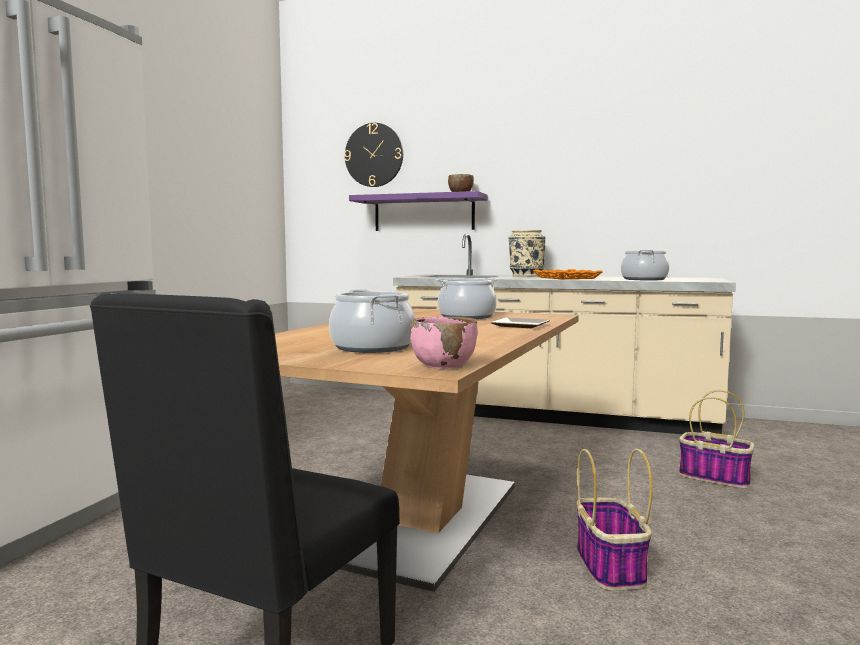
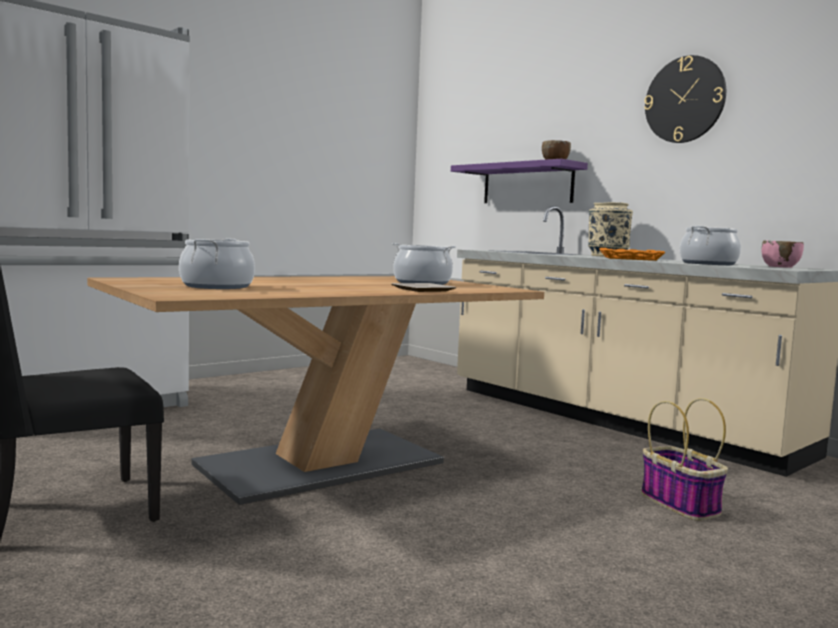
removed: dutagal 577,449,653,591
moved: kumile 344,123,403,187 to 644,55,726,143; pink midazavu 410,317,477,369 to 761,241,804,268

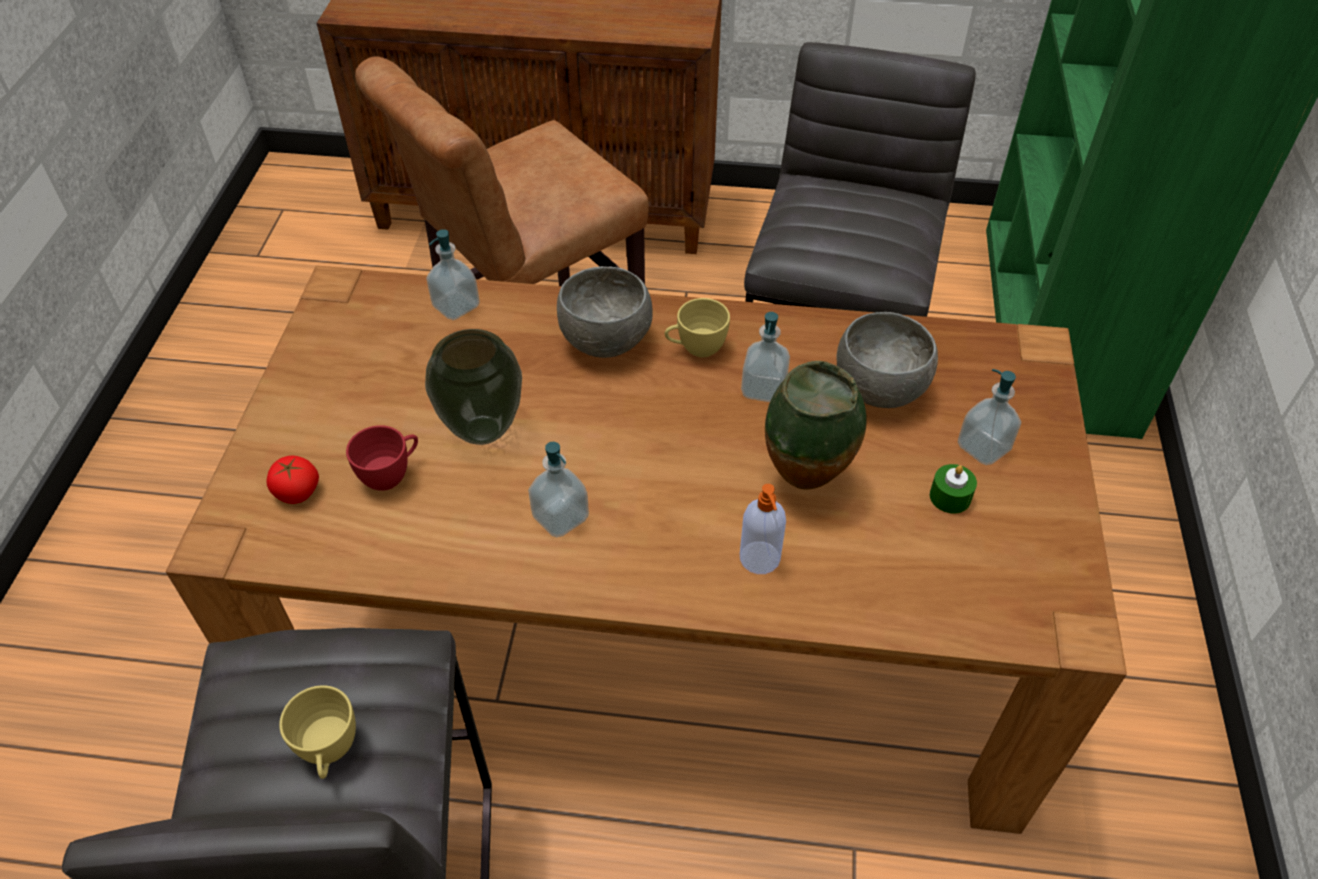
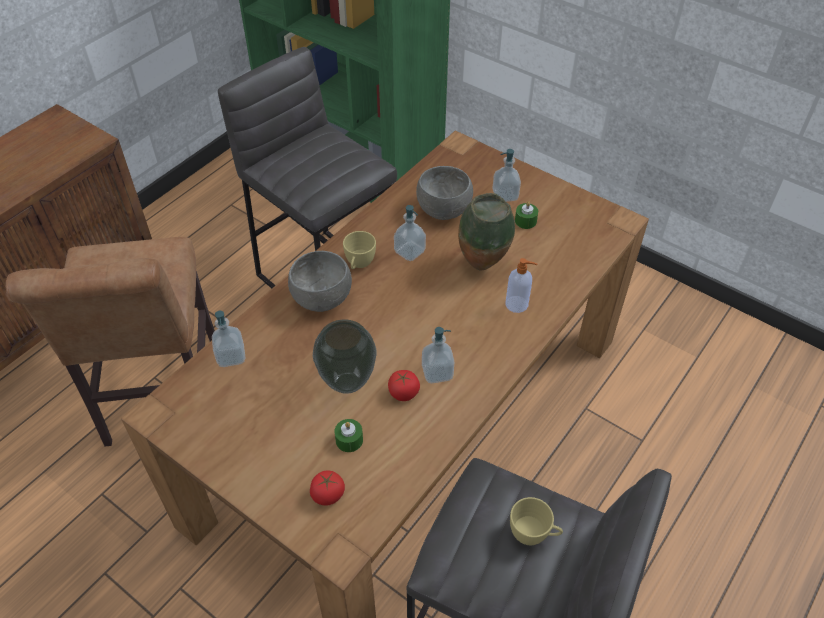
added: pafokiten 388,370,420,401
replaced: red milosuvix 346,425,418,491 to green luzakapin 334,419,363,452

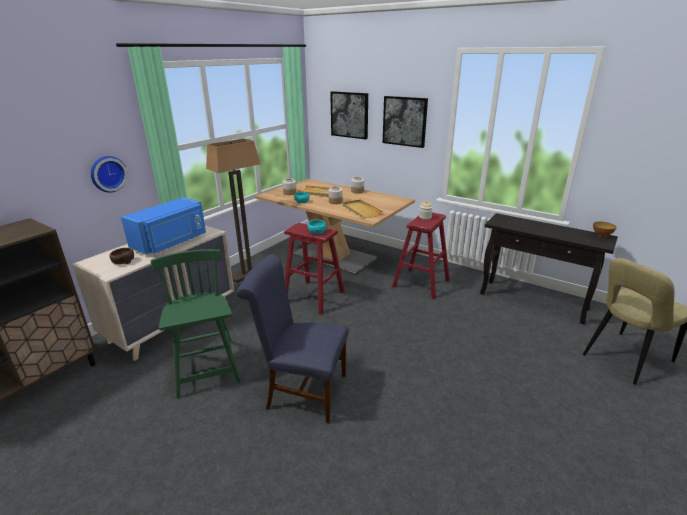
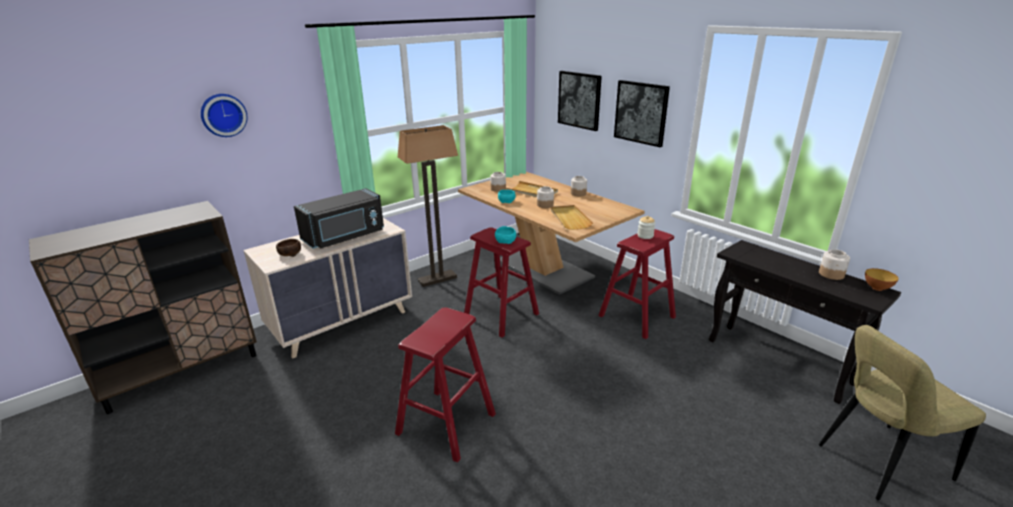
removed: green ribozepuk 150,249,241,398
added: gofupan 819,249,850,280
moved: kumile 91,156,128,193 to 201,94,247,137
replaced: blue ribozepuk 236,254,349,423 to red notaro 395,307,496,463
recoloured: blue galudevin 121,197,206,255 to black galudevin 294,188,384,249

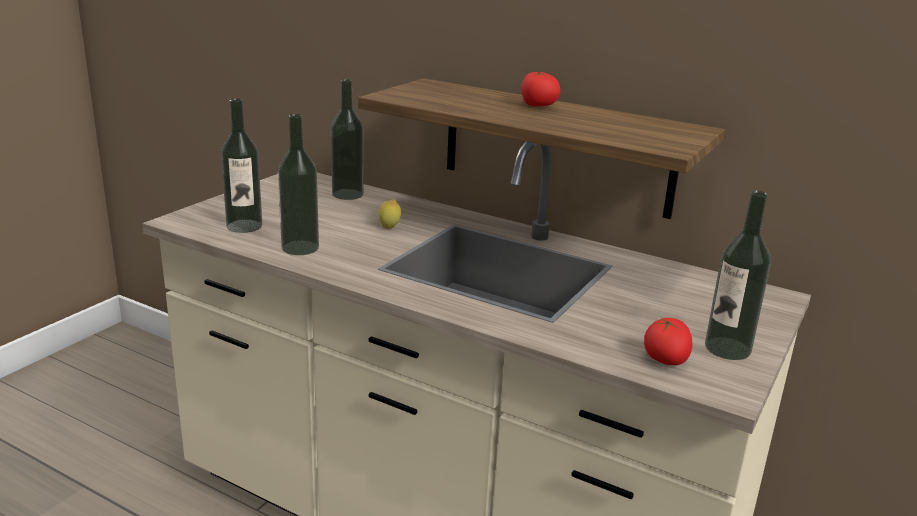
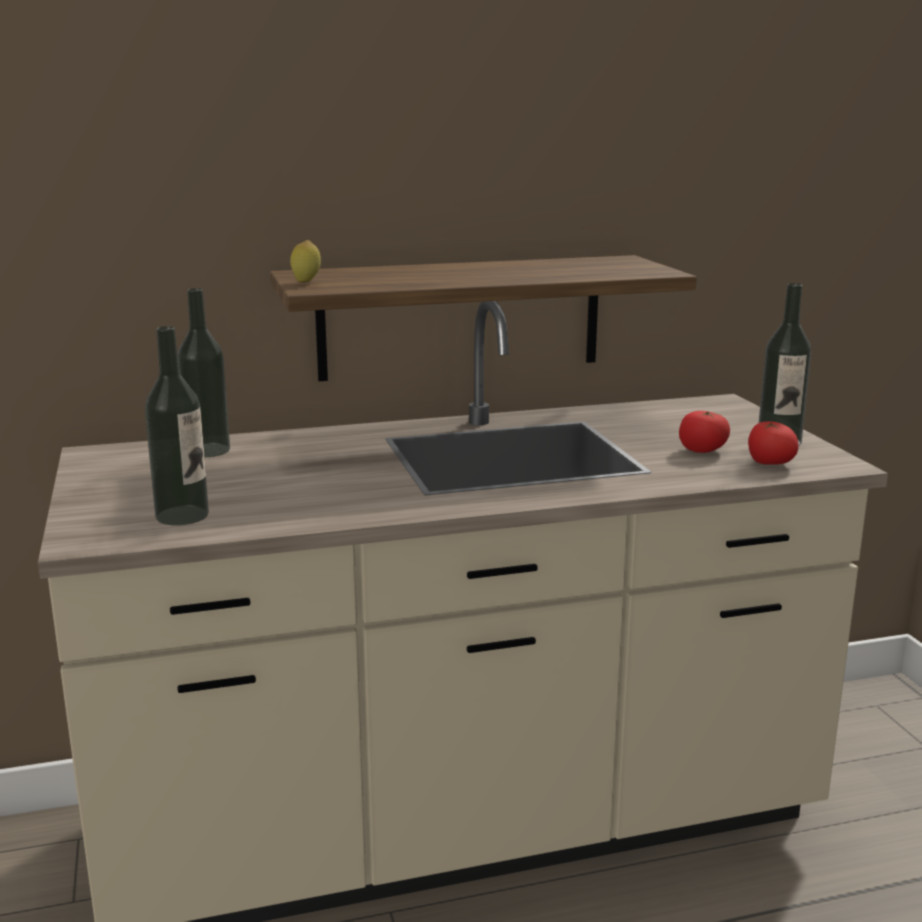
removed: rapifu 278,114,319,255
moved: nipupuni 379,199,401,229 to 290,240,321,283; pafokiten 521,72,561,107 to 679,411,730,453

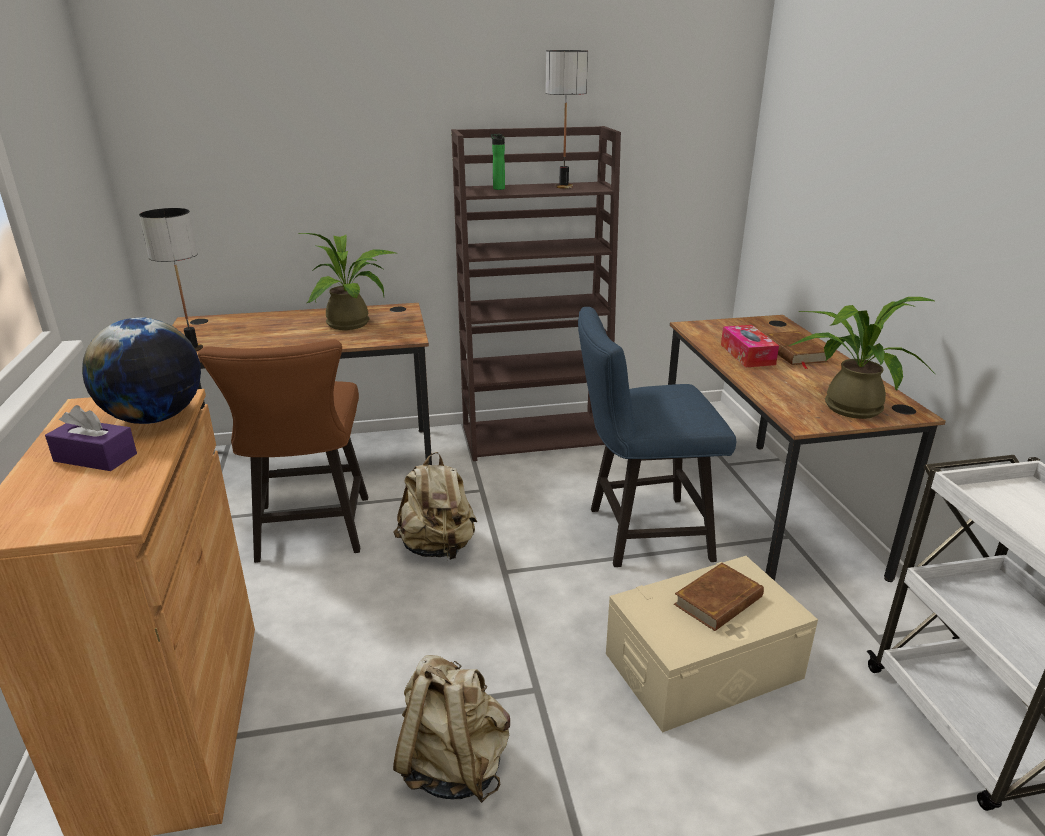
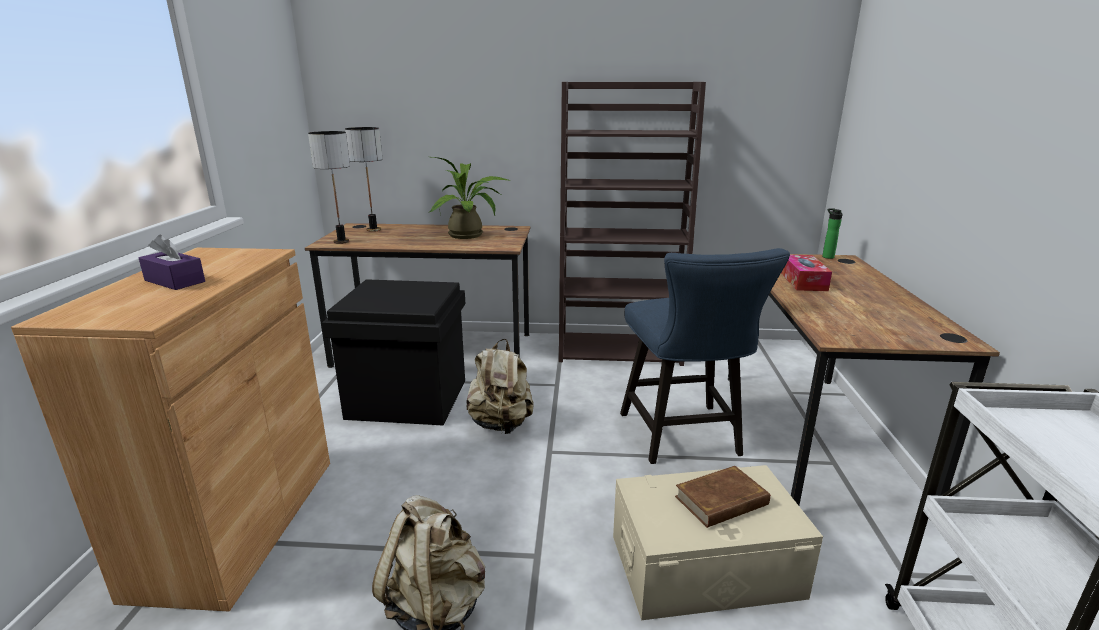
removed: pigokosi 82,317,201,424; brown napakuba 764,331,828,369; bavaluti 788,297,935,419
moved: rapifu 491,134,505,190 to 822,208,843,259; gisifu 545,50,588,189 to 345,127,382,232
replaced: brown ribozepuk 198,339,368,563 to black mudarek 322,279,465,425
turned: blue ribozepuk 578,307,736,567 = 620,248,790,464 105 degrees counterclockwise

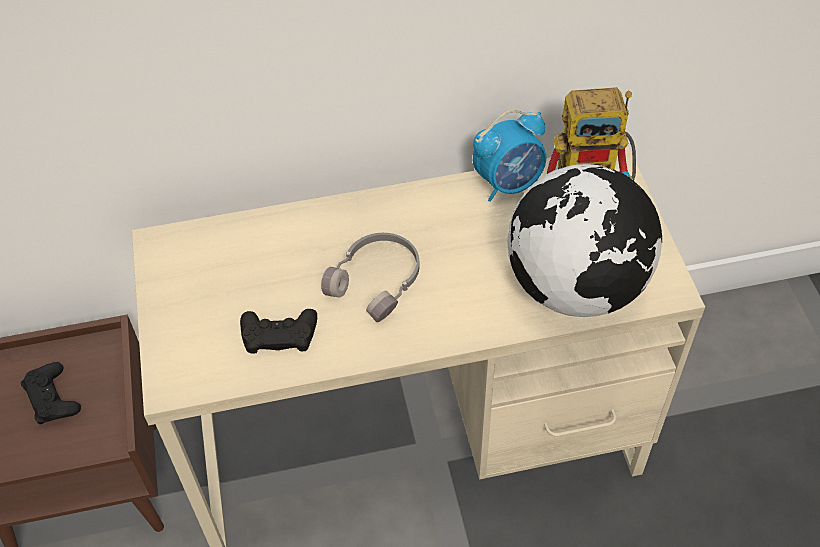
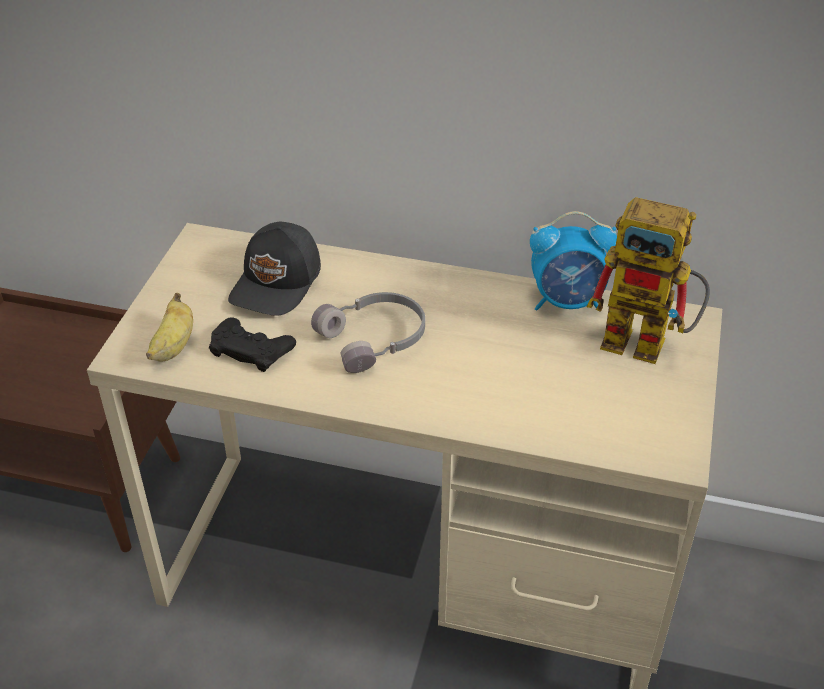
removed: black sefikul 21,362,81,424; pigokosi 507,164,662,317
added: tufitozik 146,293,193,361; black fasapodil 228,222,321,316

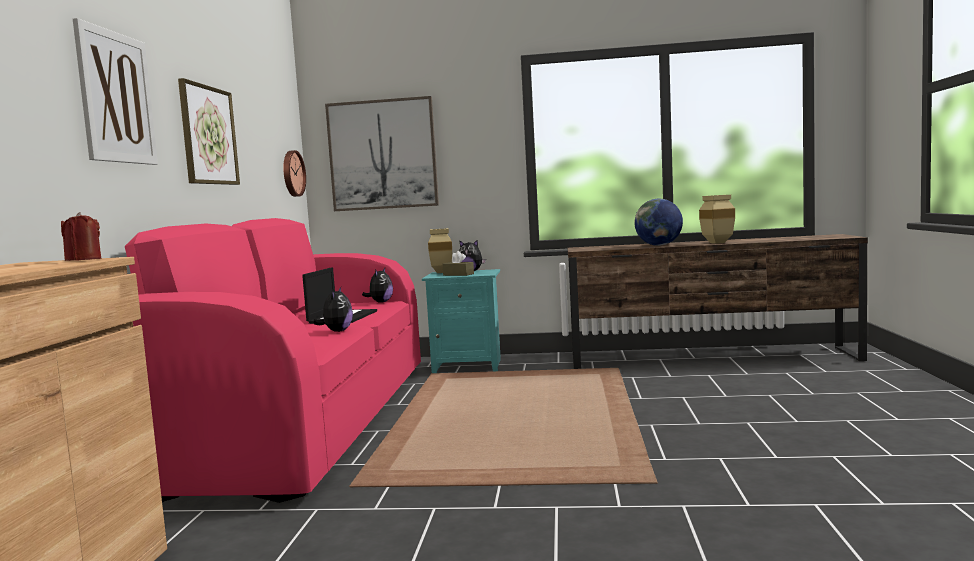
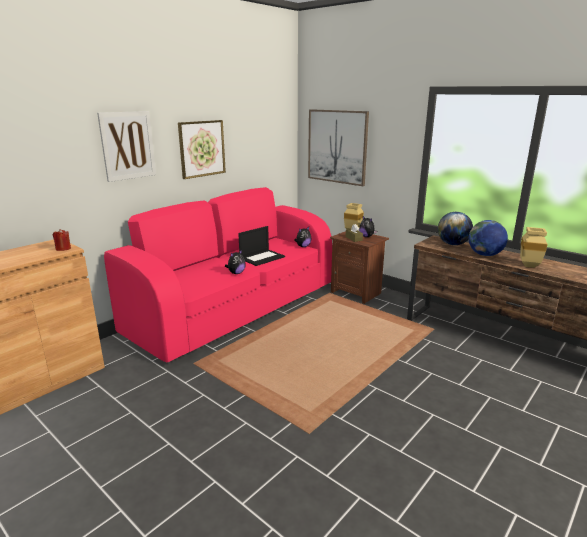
removed: kumile 283,150,306,197
added: pigokosi 438,212,473,245
recoloured: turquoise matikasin 422,269,501,373 to brown matikasin 330,231,389,304

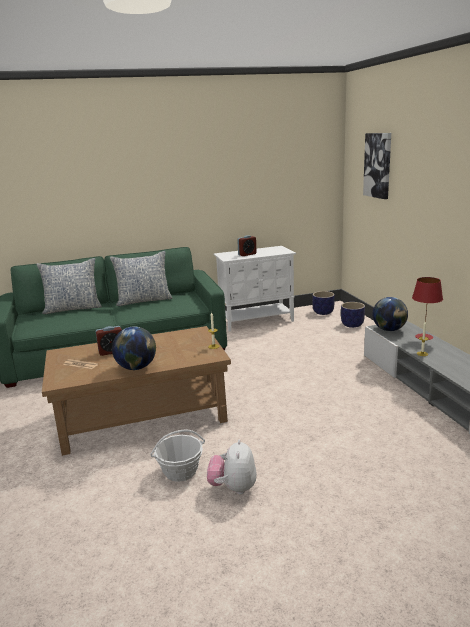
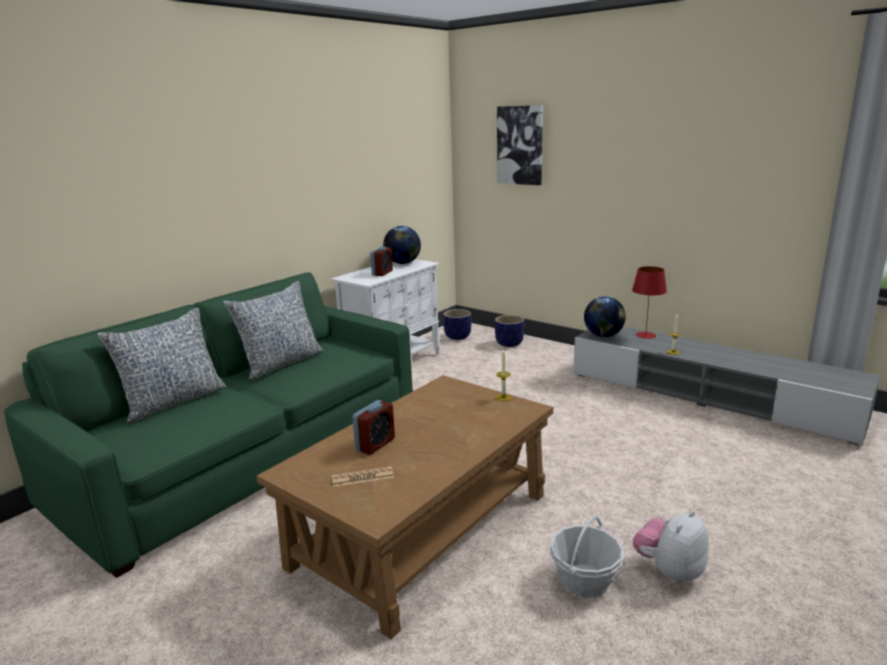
moved: pigokosi 112,326,156,370 to 383,226,421,264
turned: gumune 207,439,257,494 = 633,510,709,584 75 degrees clockwise

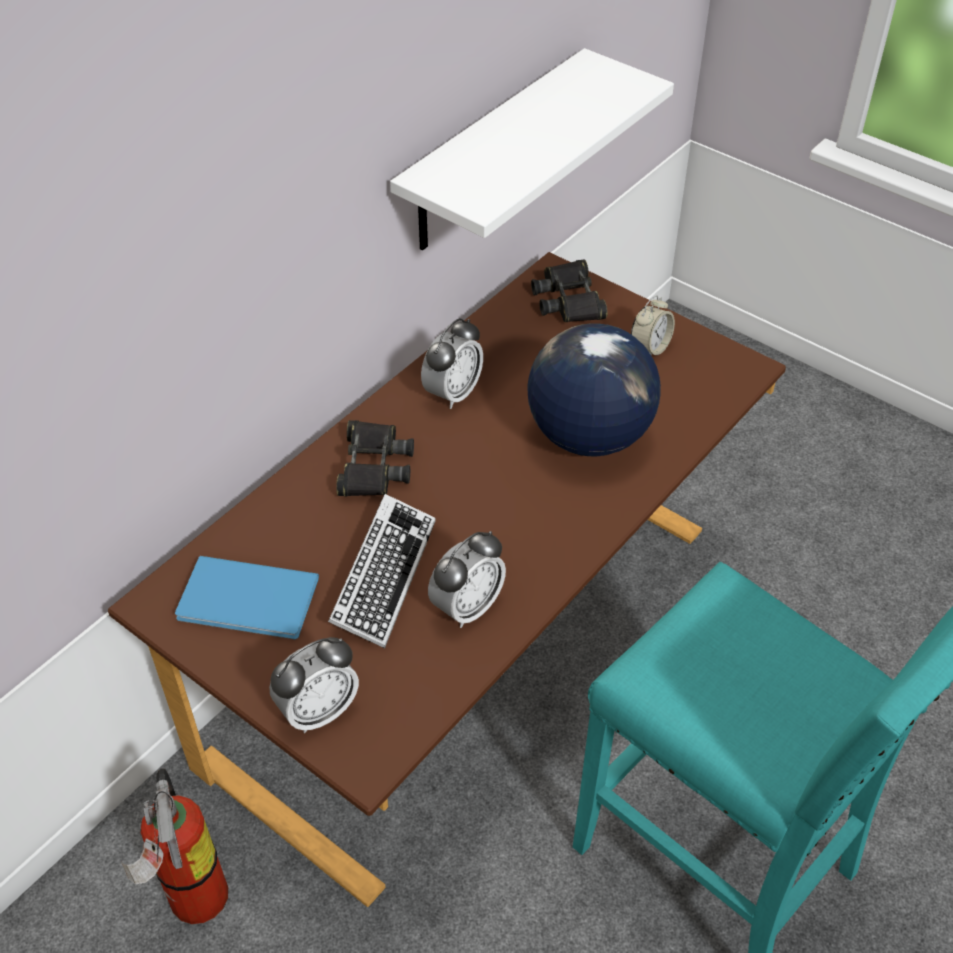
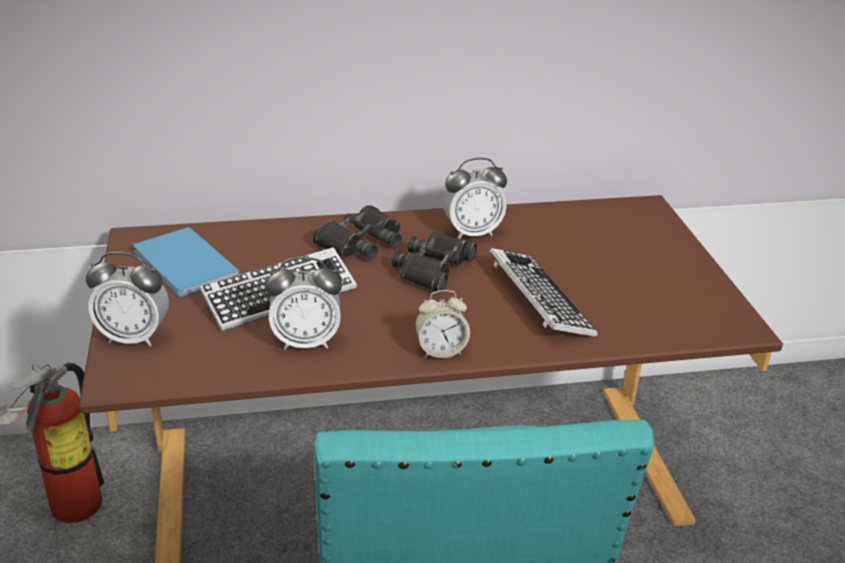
removed: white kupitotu 390,48,674,251
moved: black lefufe 531,259,608,322 to 392,232,477,293; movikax 631,295,675,356 to 415,290,470,358
replaced: pigokosi 527,323,661,456 to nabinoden 489,248,598,337

